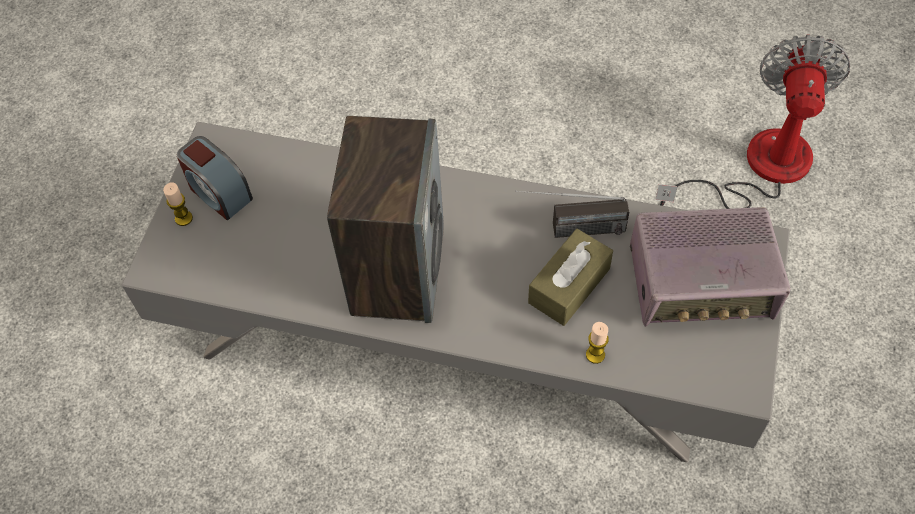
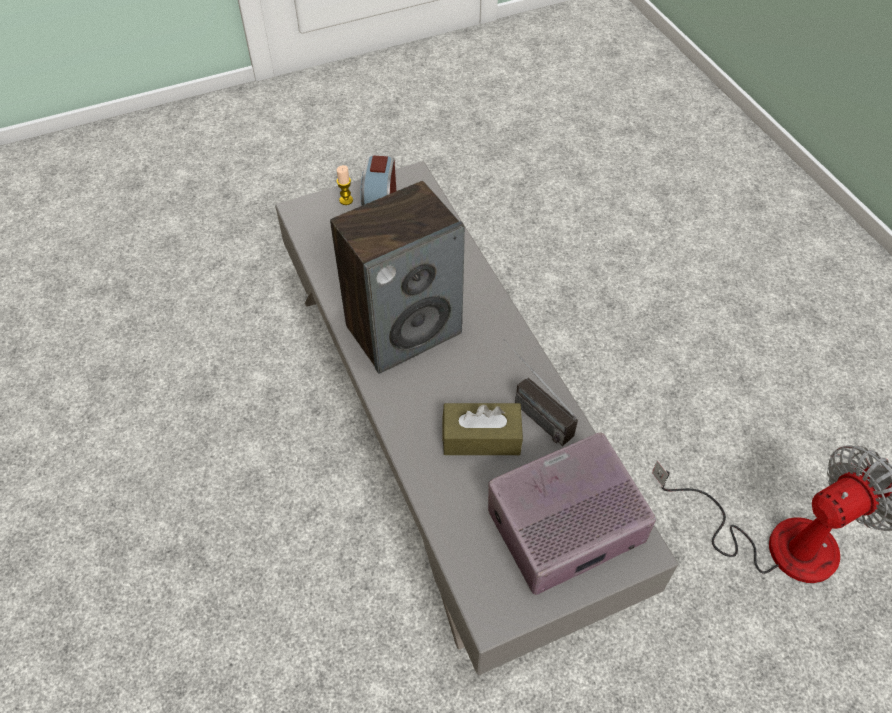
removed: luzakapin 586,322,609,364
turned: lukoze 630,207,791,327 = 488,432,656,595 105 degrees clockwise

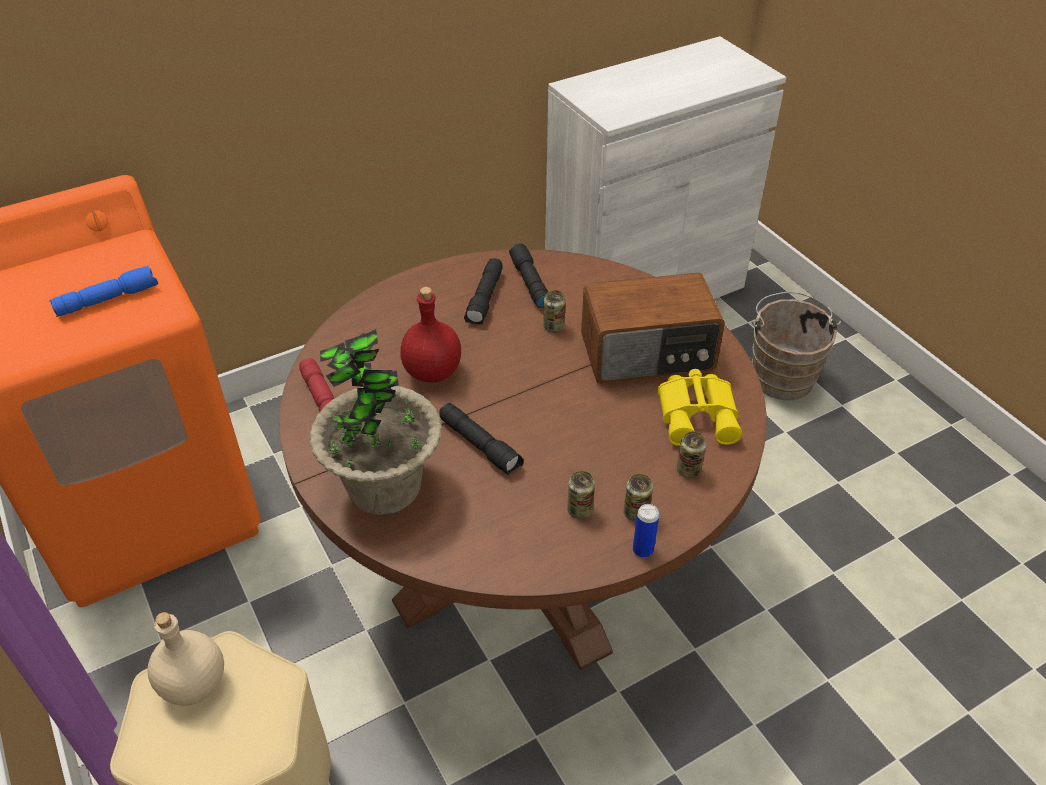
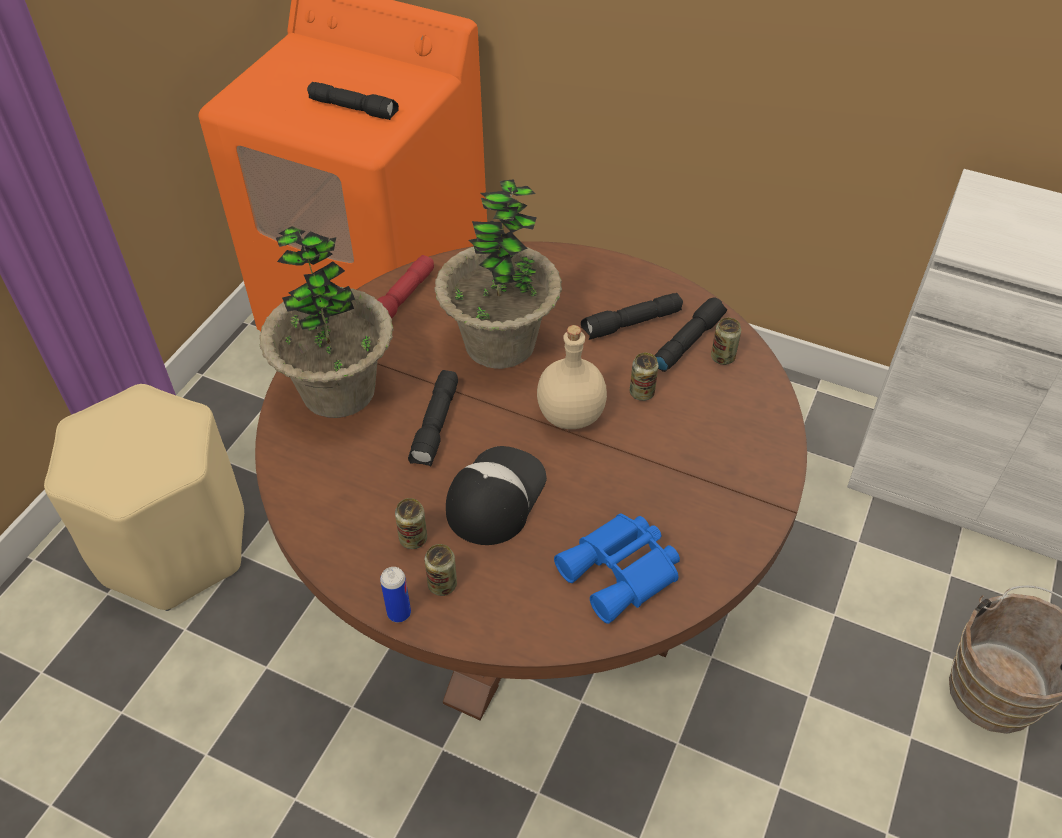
removed: lukoze 581,273,725,384
added: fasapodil 446,446,547,545
moved: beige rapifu 147,612,224,706 to 537,325,607,429; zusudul 677,431,706,478 to 711,317,741,365
replaced: red rapifu 400,287,461,382 to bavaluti 435,179,562,369
recoloured: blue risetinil 49,266,158,317 to black risetinil 307,82,399,120; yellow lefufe 658,369,742,446 to blue lefufe 554,513,680,624

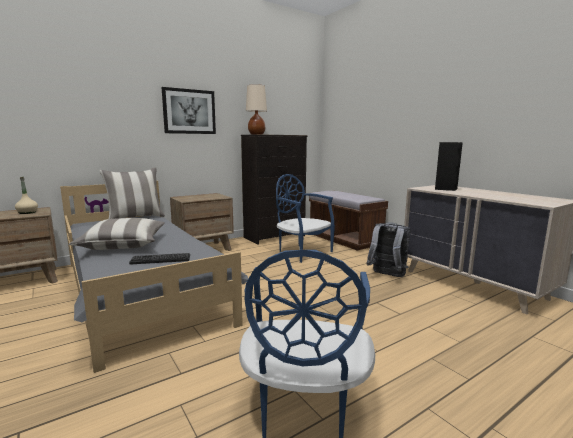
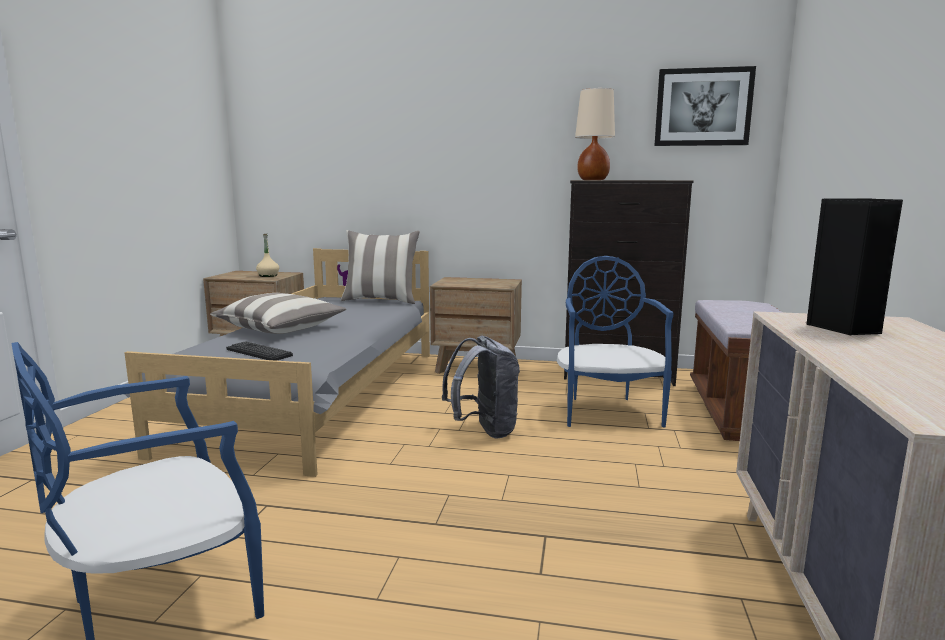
moved: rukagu 162,87,216,134 to 654,66,756,146; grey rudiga 366,222,411,277 to 442,336,520,439

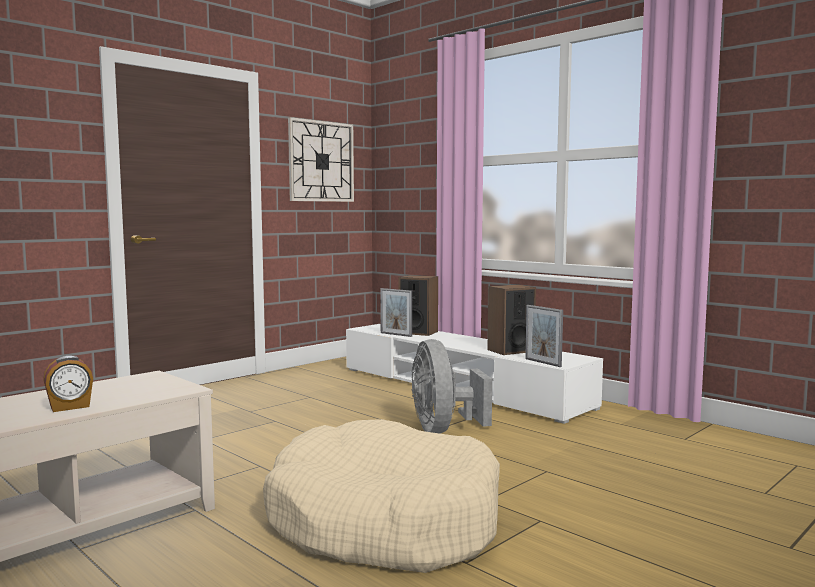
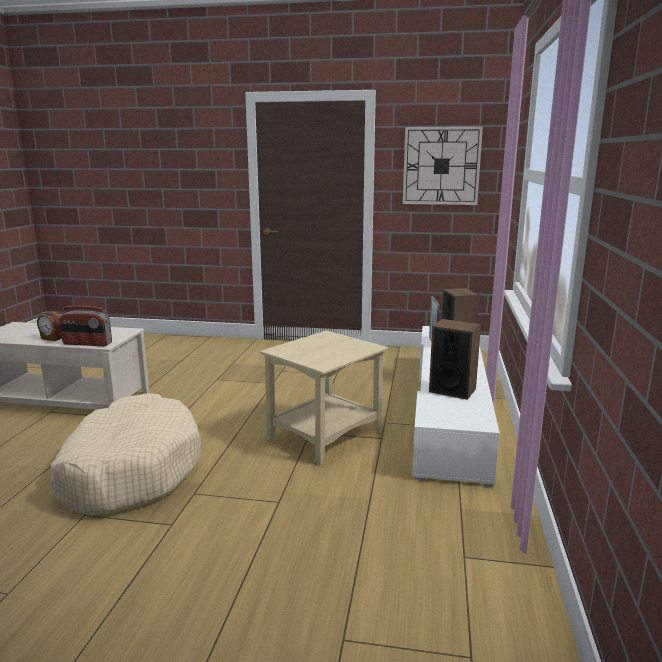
removed: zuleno 525,305,563,367
added: lukoze 59,305,112,346
replaced: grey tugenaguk 411,339,492,434 to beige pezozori 260,330,388,465

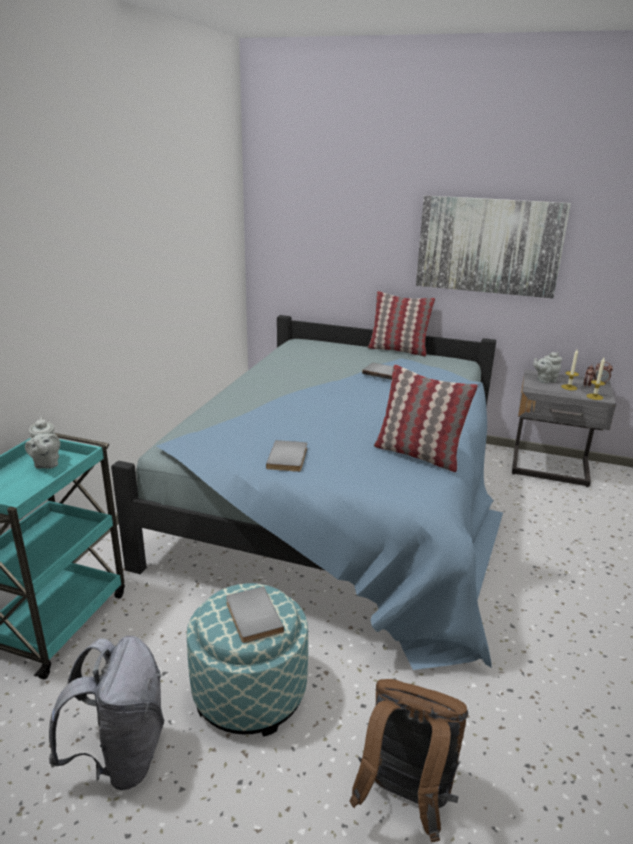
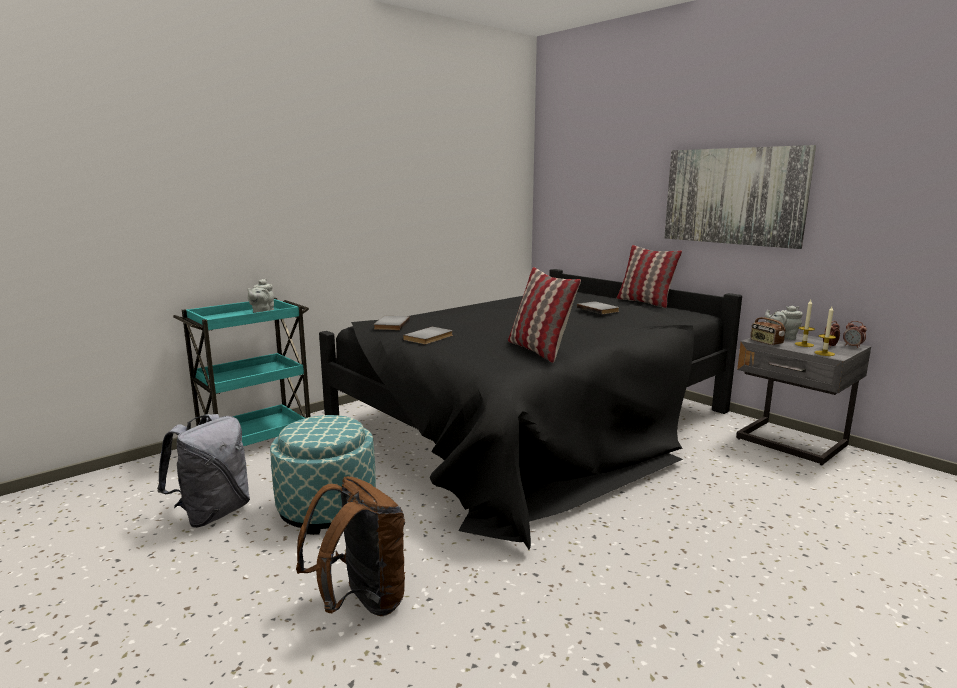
added: lukoze 750,310,785,345
moved: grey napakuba 226,587,284,643 to 374,316,410,330
recoloured: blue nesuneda 111,315,503,670 to black nesuneda 319,269,742,550

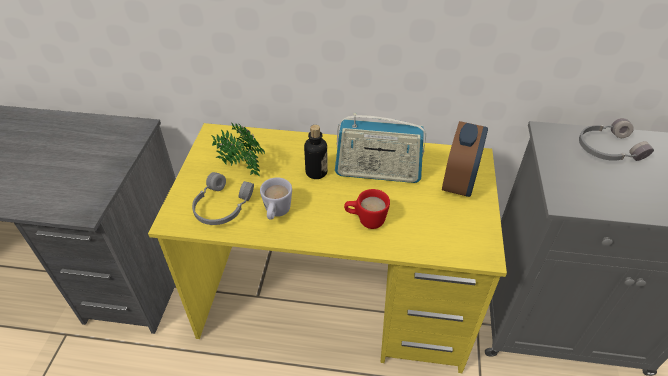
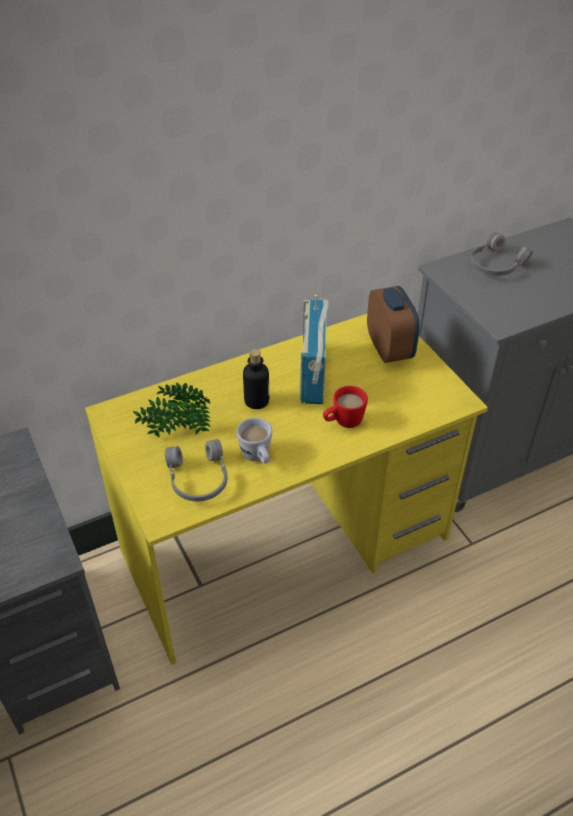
turned: lukoze 335,113,426,183 = 300,294,329,404 120 degrees clockwise

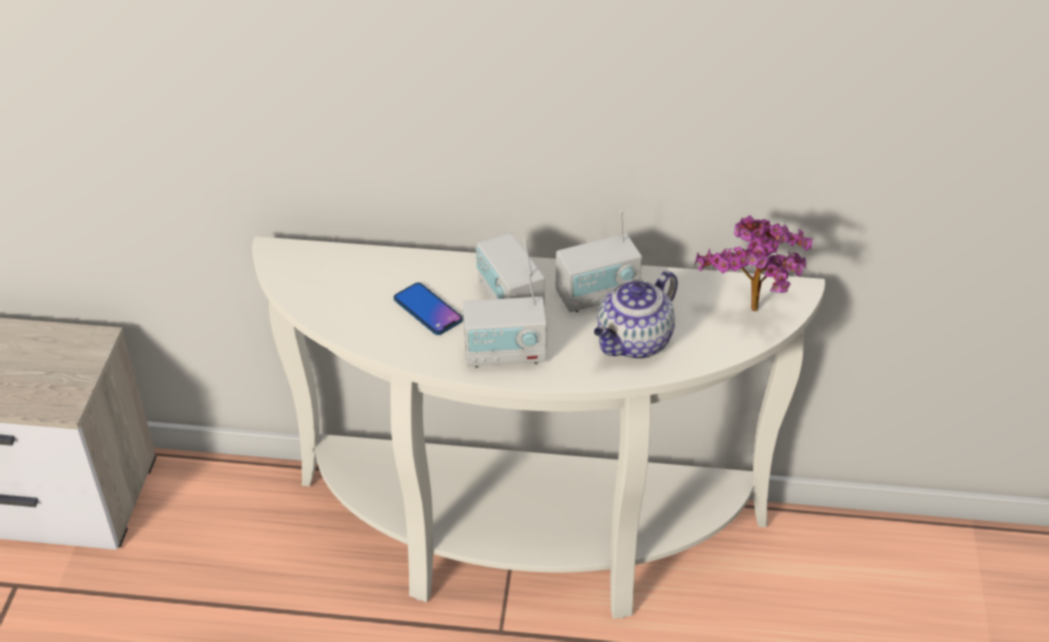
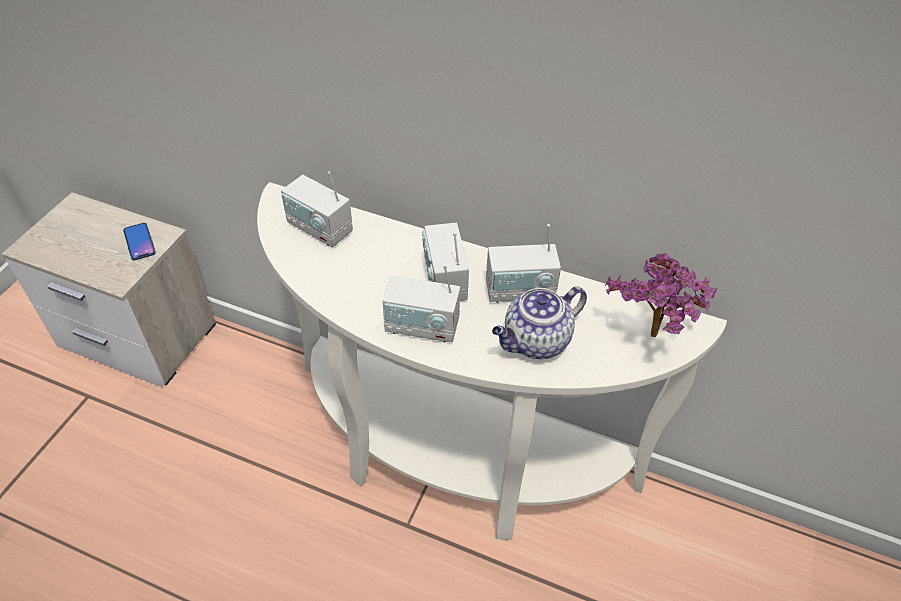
added: lukoze 281,171,353,247
moved: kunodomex 394,283,463,335 to 123,223,156,260

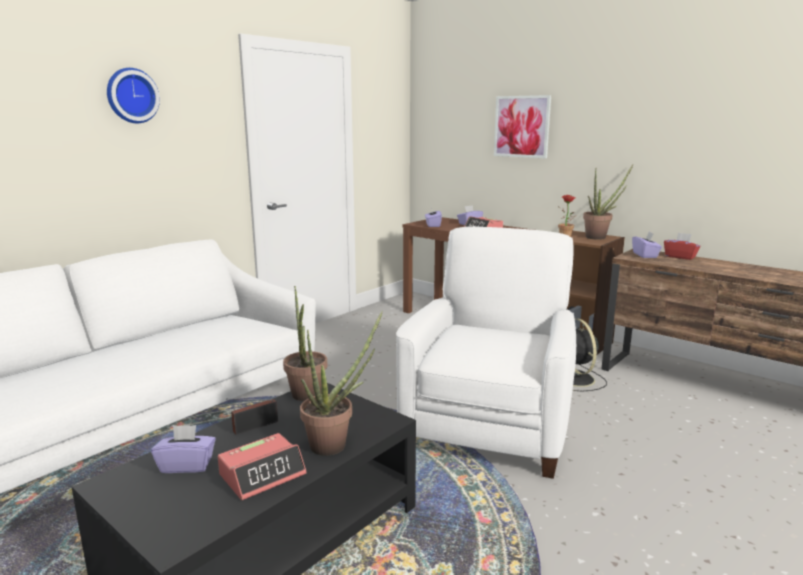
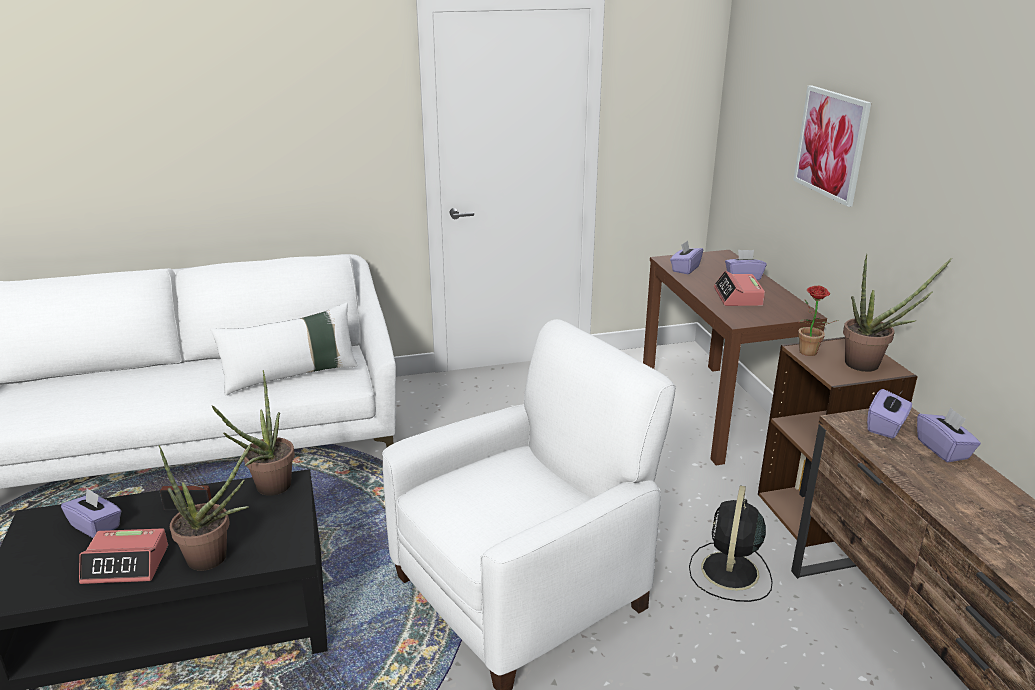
removed: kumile 107,68,160,123
added: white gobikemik 210,302,358,396
recoloured: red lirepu 664,233,701,260 to purple lirepu 917,408,981,462

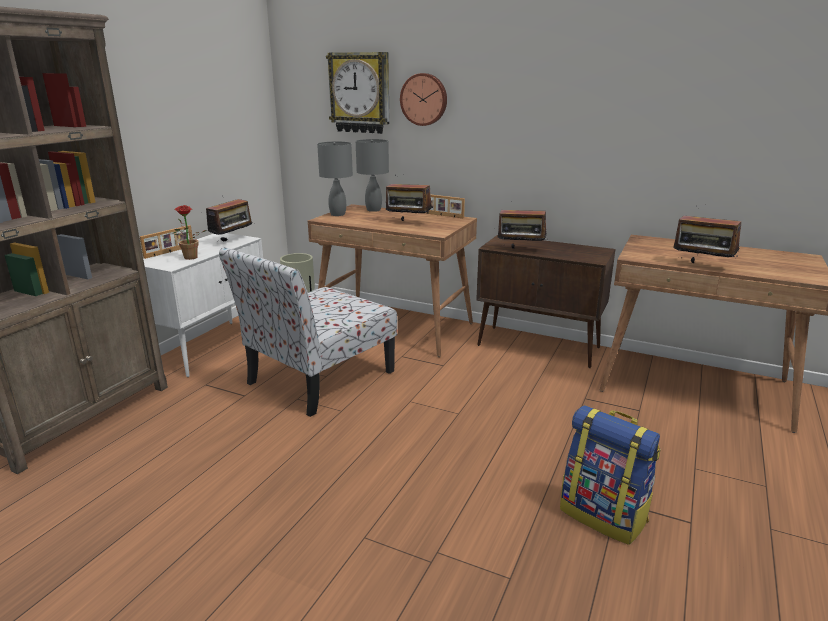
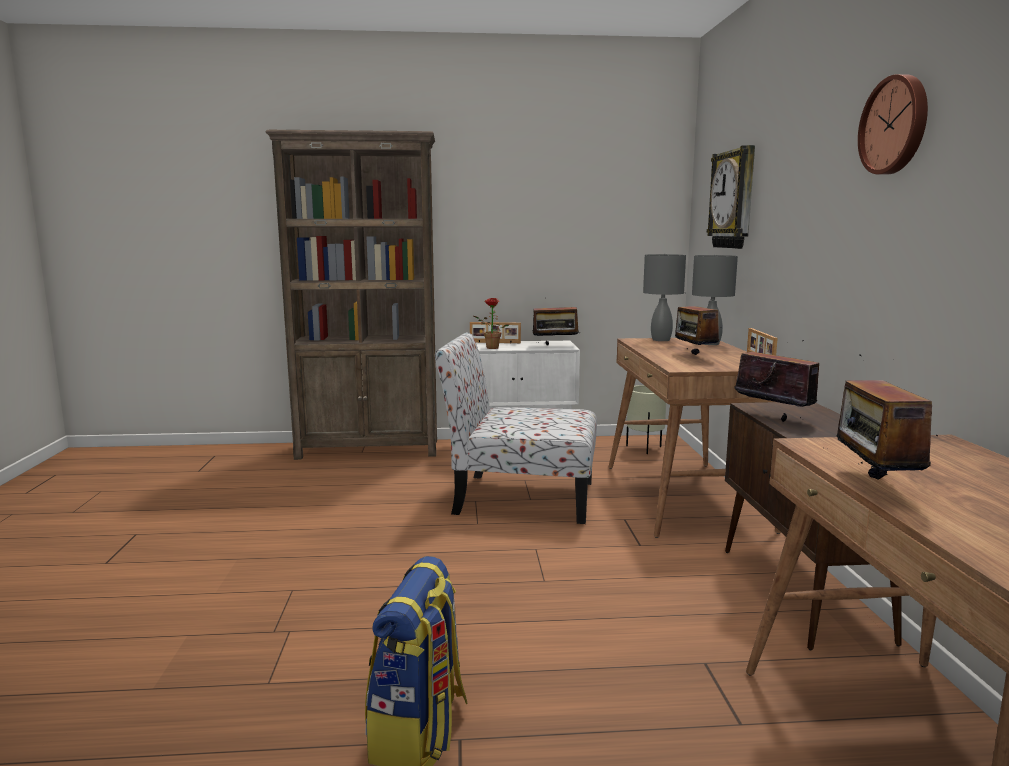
moved: kumile 400,73,447,126 to 858,74,928,175
turned: lukoze 498,201,547,248 = 734,340,819,422 150 degrees clockwise

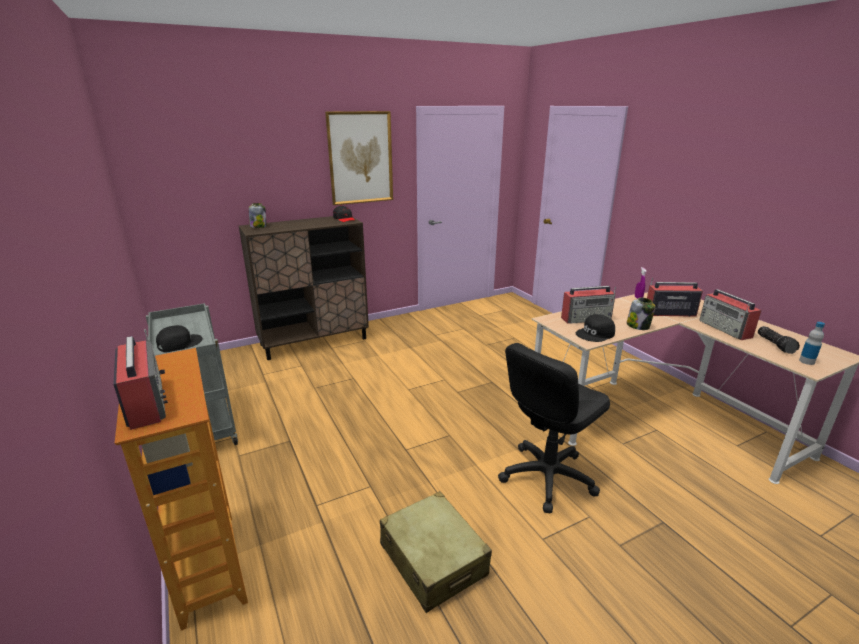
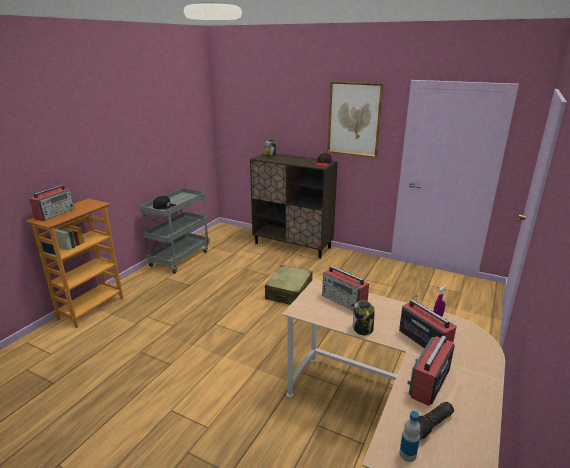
removed: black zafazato 498,343,610,514; black fasapodil 576,314,615,342
moved: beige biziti 380,491,492,613 to 265,265,313,305

